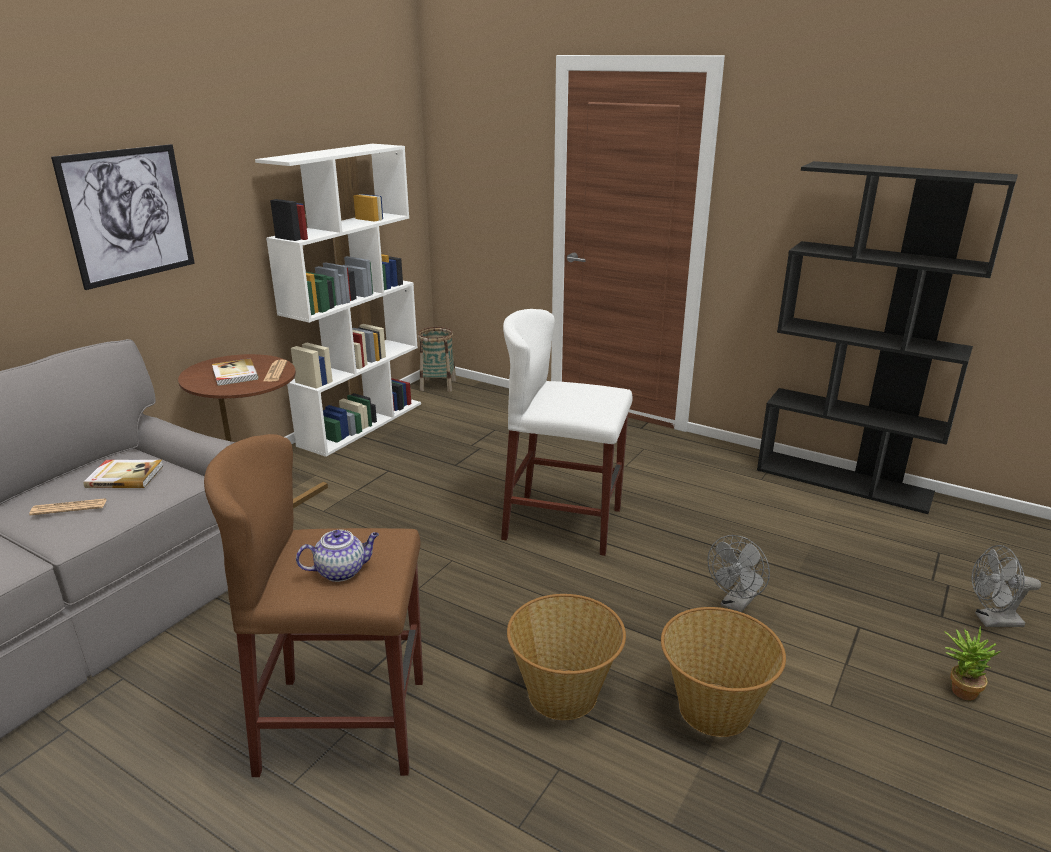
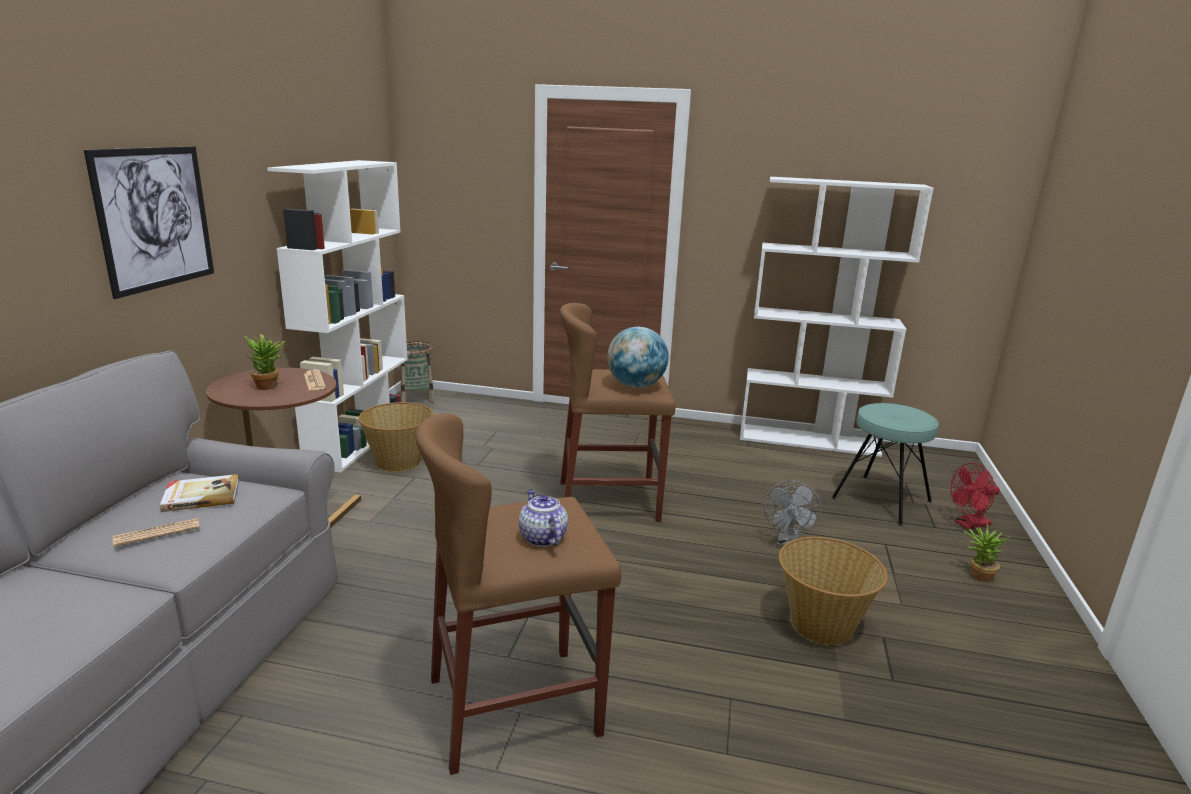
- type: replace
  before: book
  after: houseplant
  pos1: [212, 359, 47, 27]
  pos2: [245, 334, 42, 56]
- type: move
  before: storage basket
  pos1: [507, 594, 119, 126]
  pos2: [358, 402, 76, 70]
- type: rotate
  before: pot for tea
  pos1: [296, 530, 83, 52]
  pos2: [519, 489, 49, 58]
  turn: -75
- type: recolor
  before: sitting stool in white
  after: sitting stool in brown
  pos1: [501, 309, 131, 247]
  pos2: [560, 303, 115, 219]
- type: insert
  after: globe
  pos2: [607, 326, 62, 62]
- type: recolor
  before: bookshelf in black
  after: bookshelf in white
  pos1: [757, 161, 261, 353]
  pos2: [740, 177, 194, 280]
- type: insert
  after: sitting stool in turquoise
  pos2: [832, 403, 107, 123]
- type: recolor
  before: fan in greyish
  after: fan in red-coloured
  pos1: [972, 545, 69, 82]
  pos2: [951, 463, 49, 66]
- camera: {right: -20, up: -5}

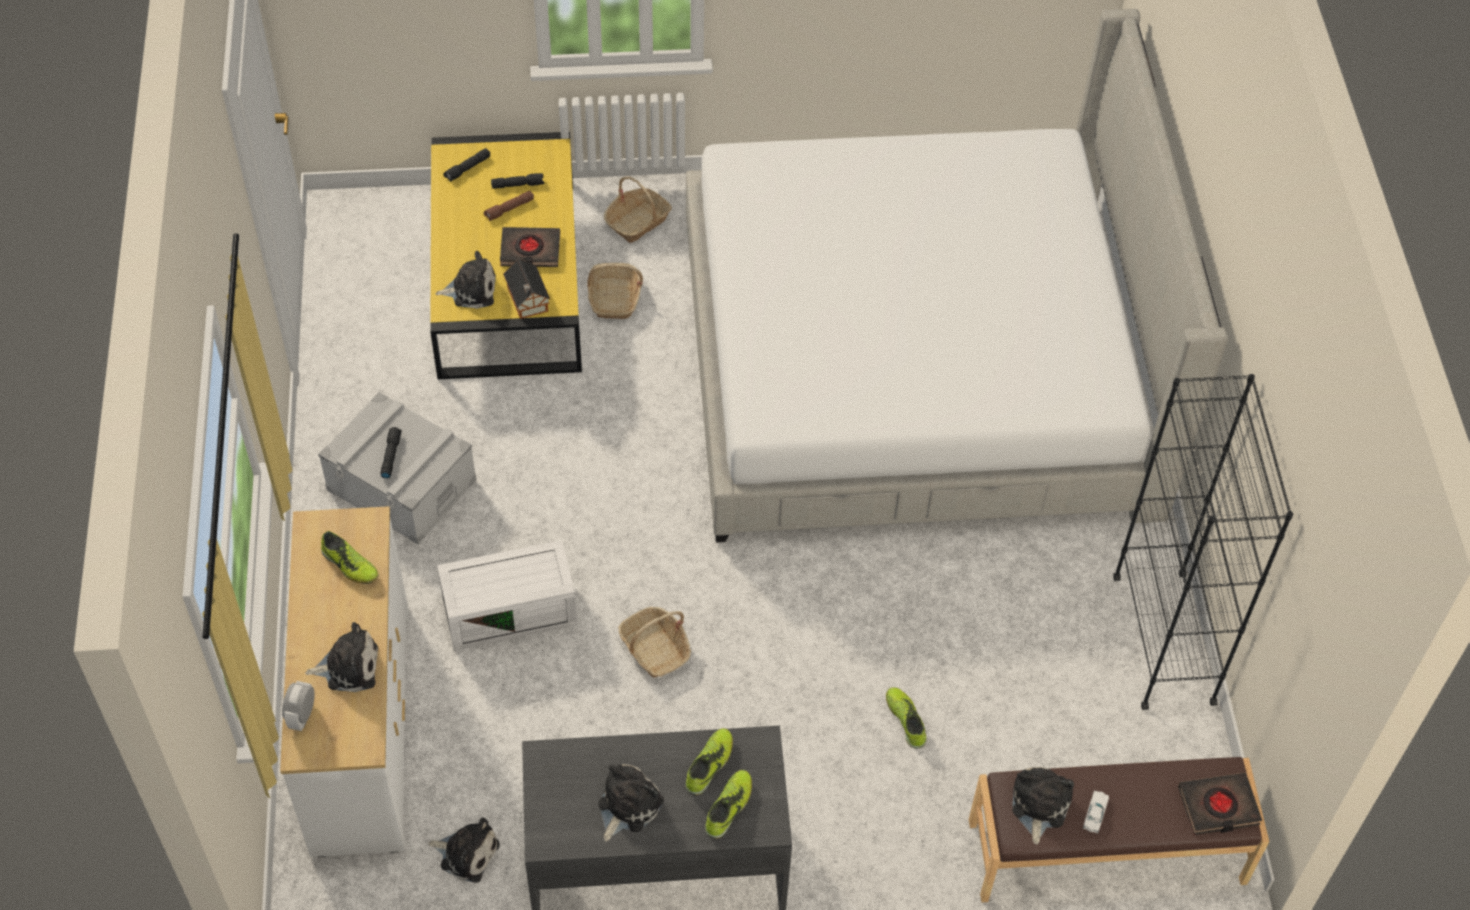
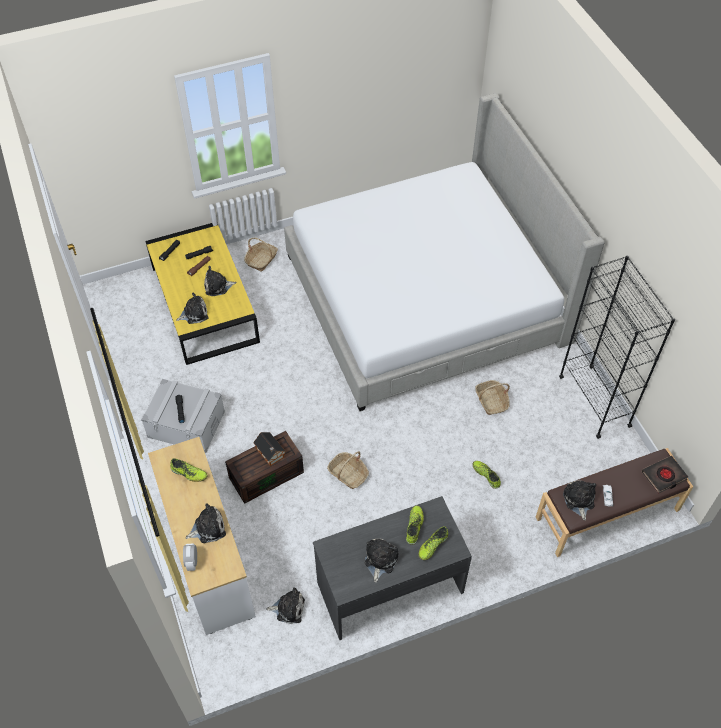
- type: replace
  before: book in black
  after: cuddly toy
  pos1: [500, 227, 60, 40]
  pos2: [204, 266, 32, 30]
- type: recolor
  before: storage container in white
  after: storage container in brown
  pos1: [437, 540, 140, 111]
  pos2: [225, 431, 79, 73]
- type: move
  before: miniature house
  pos1: [503, 259, 47, 60]
  pos2: [253, 432, 32, 34]
- type: rotate
  before: shoe
  pos1: [705, 770, 47, 69]
  pos2: [418, 526, 30, 34]
  turn: -150
- type: move
  before: storage basket
  pos1: [587, 263, 56, 56]
  pos2: [475, 380, 35, 35]
- camera: {right: -15, up: 0}

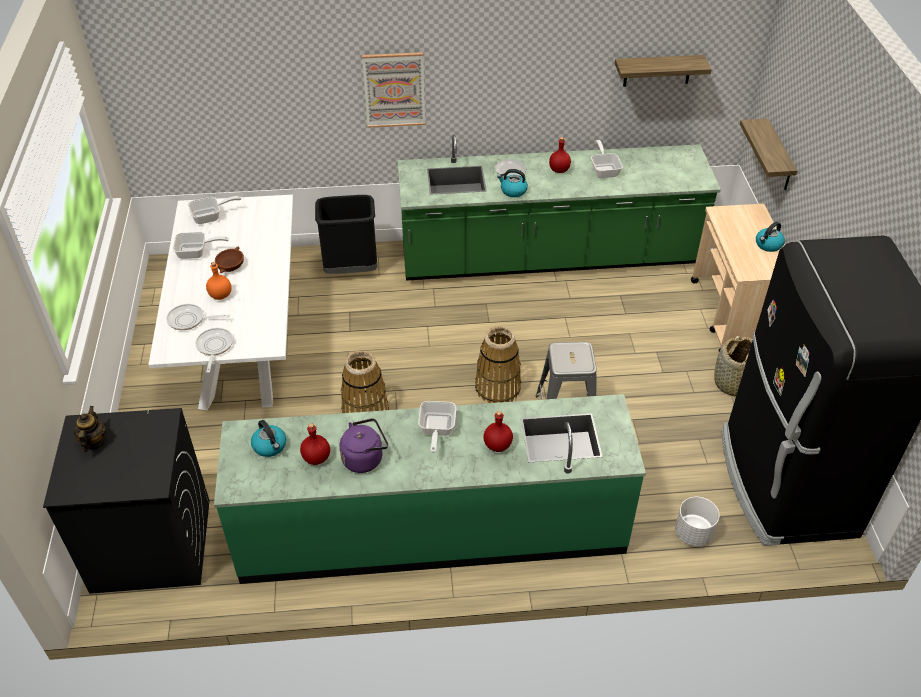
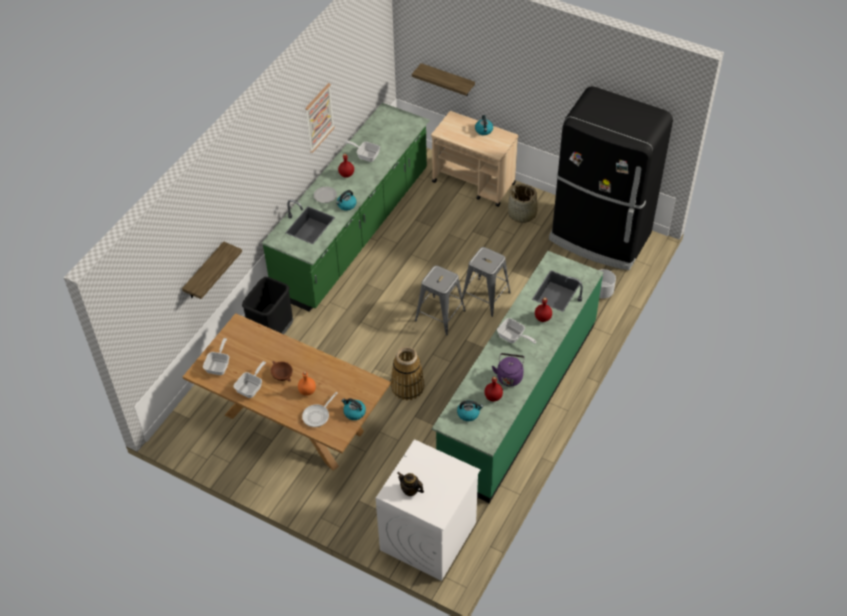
- type: move
  before: shelf
  pos1: [615, 55, 97, 32]
  pos2: [182, 241, 60, 58]
- type: recolor
  before: kitchen table in white
  after: kitchen table in brown
  pos1: [148, 195, 145, 216]
  pos2: [183, 313, 208, 158]
- type: move
  before: wall art
  pos1: [362, 52, 63, 76]
  pos2: [305, 83, 30, 70]
- type: replace
  before: skillet
  after: tea kettle
  pos1: [195, 328, 38, 45]
  pos2: [342, 398, 24, 22]
- type: recolor
  before: laundry machine in black
  after: laundry machine in white
  pos1: [43, 408, 167, 186]
  pos2: [376, 439, 105, 142]
- type: replace
  before: storage basket
  after: sitting stool in greyish
  pos1: [475, 326, 46, 77]
  pos2: [415, 265, 51, 71]
- camera: {right: -55, up: 5}

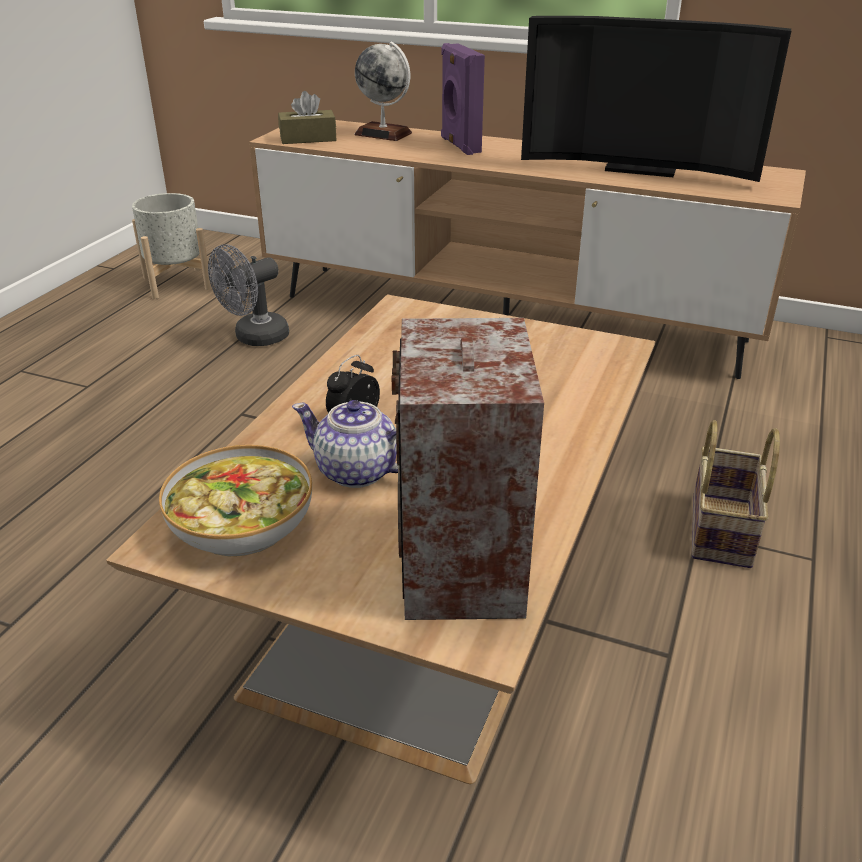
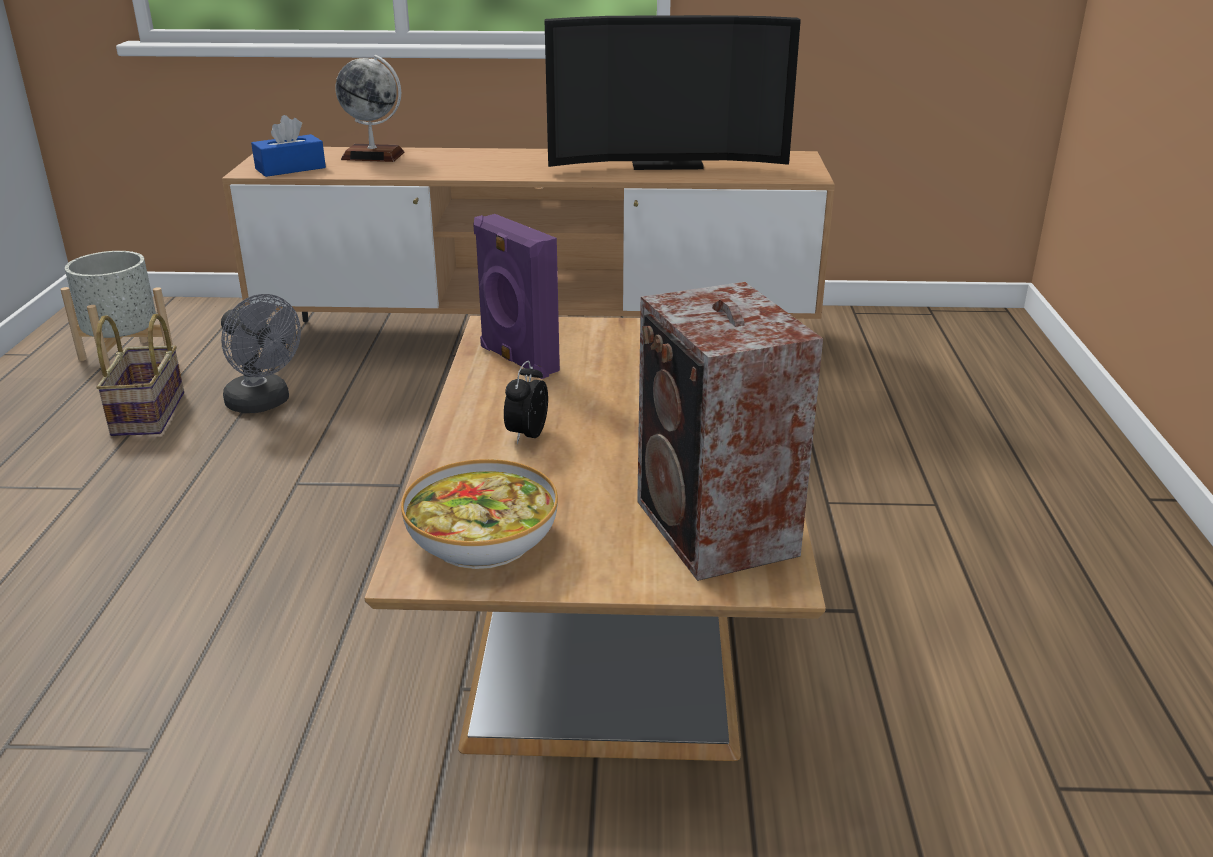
- type: move
  before: storage basket
  pos1: [692, 420, 88, 148]
  pos2: [96, 314, 88, 122]
- type: rotate
  before: fan in greyish
  pos1: [208, 244, 81, 102]
  pos2: [221, 294, 80, 119]
  turn: -75
- type: recolor
  before: tissue box in brown
  after: tissue box in bluish
  pos1: [278, 91, 59, 53]
  pos2: [251, 115, 75, 62]
- type: move
  before: loudspeaker in purplish
  pos1: [441, 43, 44, 112]
  pos2: [473, 214, 87, 165]
- type: delete
  before: pot for tea
  pos1: [292, 400, 106, 88]
- camera: {right: -20, up: -5}

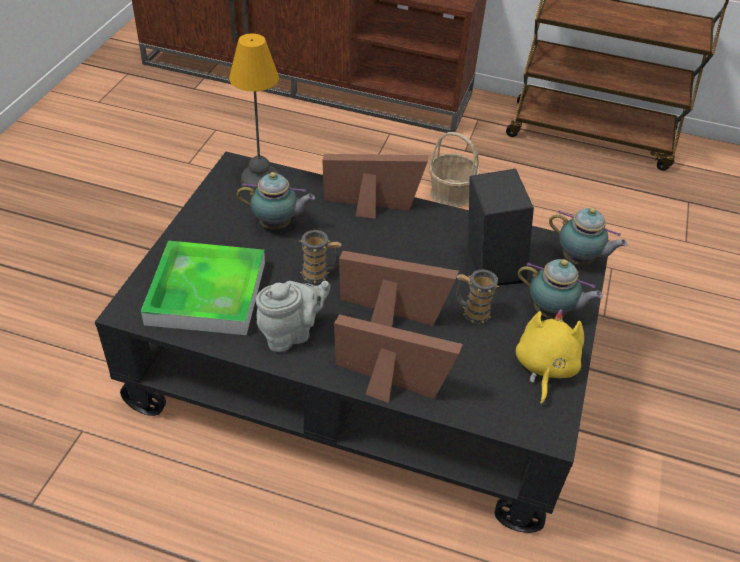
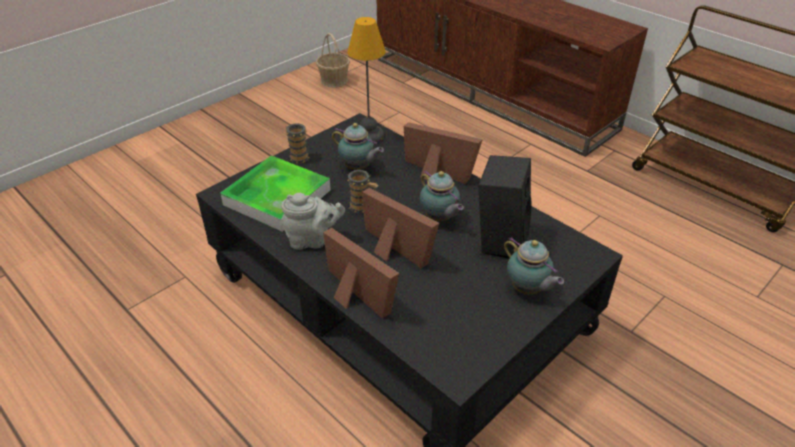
- type: move
  before: mug
  pos1: [456, 269, 43, 55]
  pos2: [285, 123, 24, 41]
- type: move
  before: storage basket
  pos1: [429, 132, 50, 75]
  pos2: [316, 33, 34, 54]
- type: move
  before: pot for tea
  pos1: [549, 208, 79, 57]
  pos2: [420, 170, 44, 51]
- type: delete
  before: cuddly toy in yellowish
  pos1: [516, 309, 68, 96]
- camera: {right: 30, up: -5}

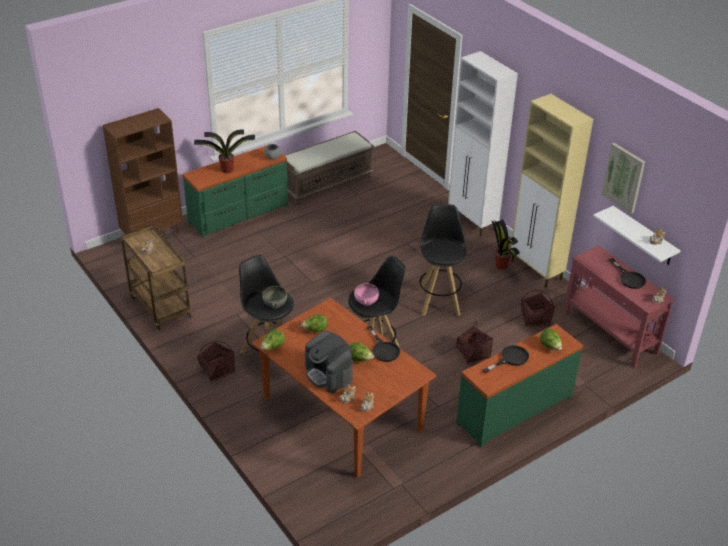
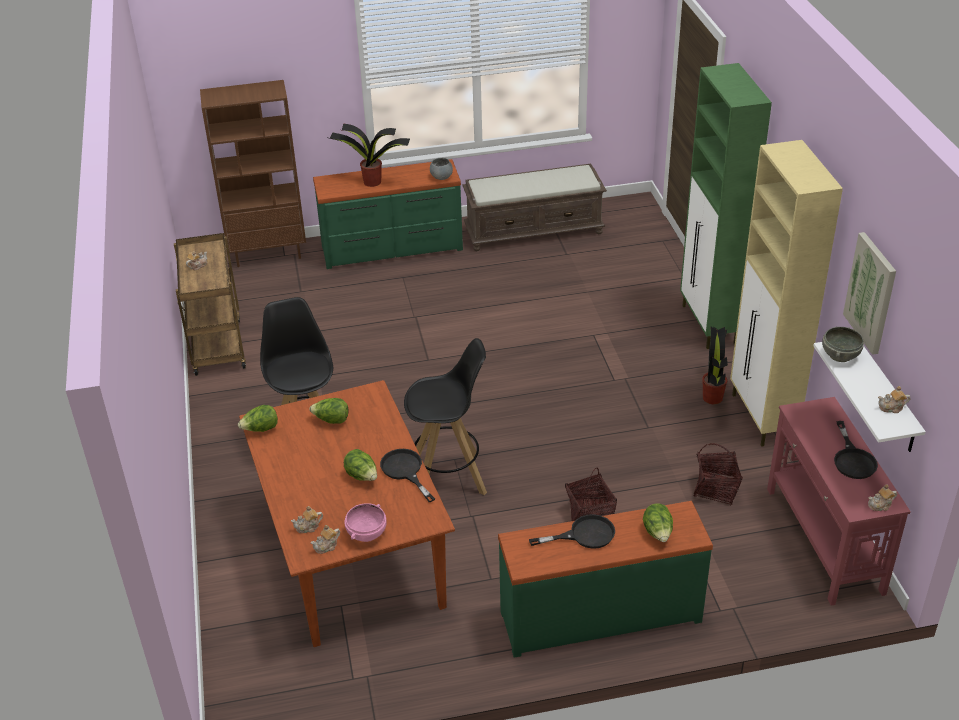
- type: move
  before: serving bowl in pink
  pos1: [354, 283, 25, 23]
  pos2: [344, 503, 43, 39]
- type: rotate
  before: skillet in black
  pos1: [367, 326, 33, 36]
  pos2: [380, 449, 55, 53]
  turn: 150
- type: recolor
  before: storage cabinet in white
  after: storage cabinet in green-coloured
  pos1: [448, 51, 70, 186]
  pos2: [680, 63, 92, 286]
- type: move
  before: serving bowl in greyish
  pos1: [262, 286, 25, 22]
  pos2: [822, 327, 42, 35]
- type: delete
  before: storage basket
  pos1: [197, 341, 38, 41]
- type: delete
  before: coffee maker
  pos1: [305, 331, 48, 62]
- type: delete
  before: sitting stool in black
  pos1: [418, 205, 48, 112]
- camera: {right: 25, up: 0}

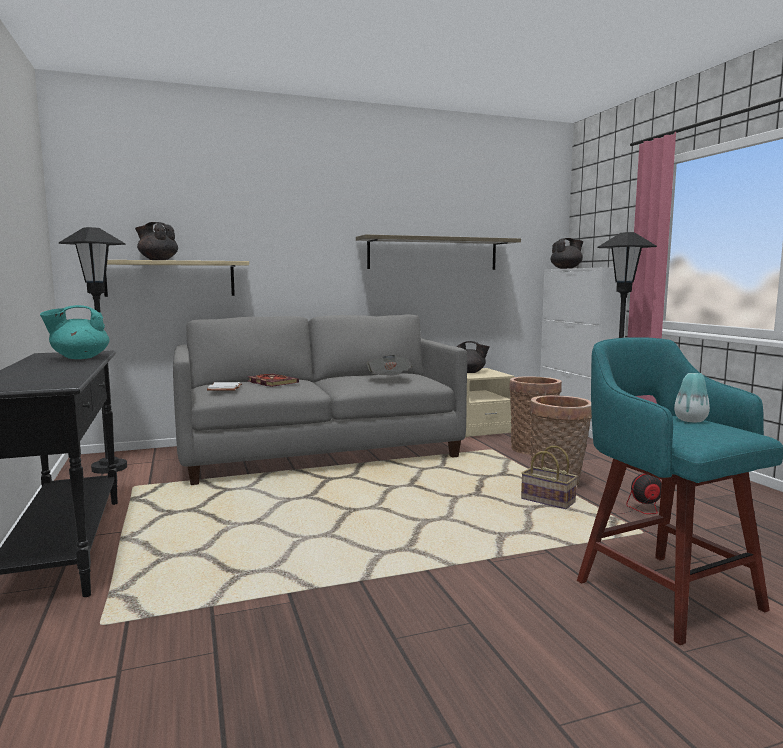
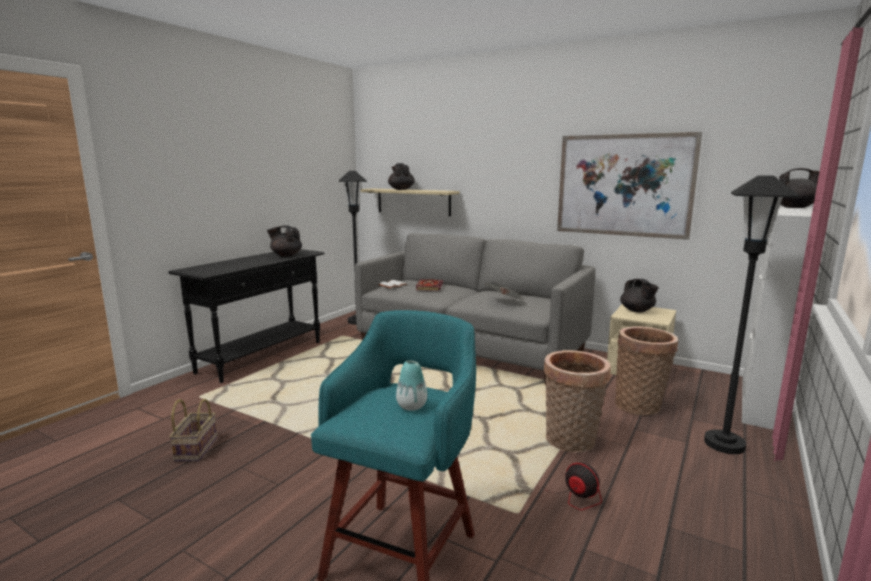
- type: move
  before: storage basket
  pos1: [521, 446, 57, 63]
  pos2: [169, 399, 48, 63]
- type: recolor
  before: pot for tea in turquoise
  after: pot for tea in black
  pos1: [40, 305, 69, 54]
  pos2: [267, 225, 35, 32]
- type: replace
  before: shelf
  after: wall art
  pos1: [356, 234, 165, 36]
  pos2: [557, 132, 145, 108]
- camera: {right: 50, up: 5}

